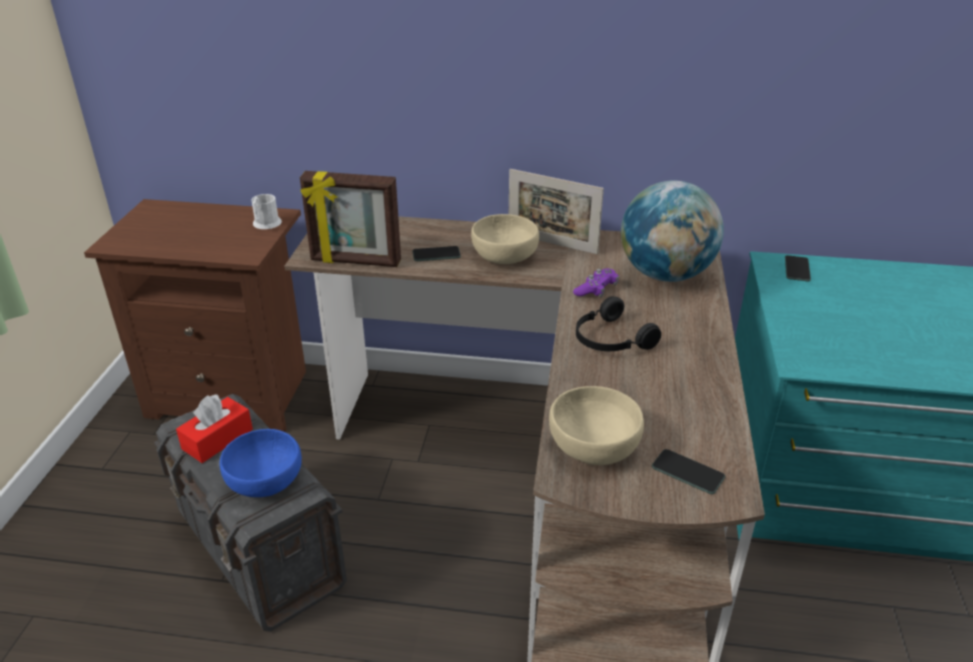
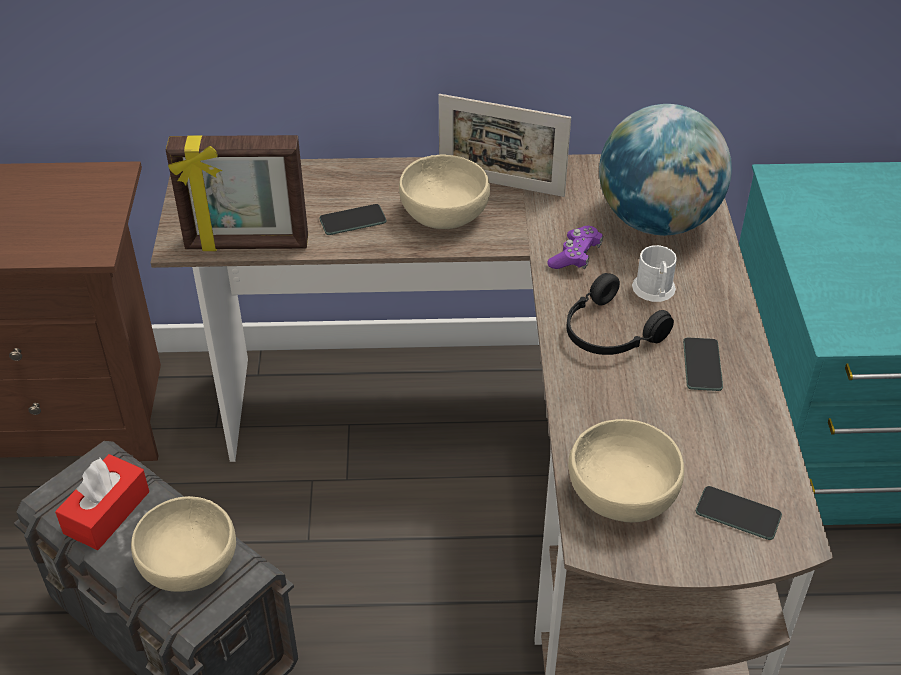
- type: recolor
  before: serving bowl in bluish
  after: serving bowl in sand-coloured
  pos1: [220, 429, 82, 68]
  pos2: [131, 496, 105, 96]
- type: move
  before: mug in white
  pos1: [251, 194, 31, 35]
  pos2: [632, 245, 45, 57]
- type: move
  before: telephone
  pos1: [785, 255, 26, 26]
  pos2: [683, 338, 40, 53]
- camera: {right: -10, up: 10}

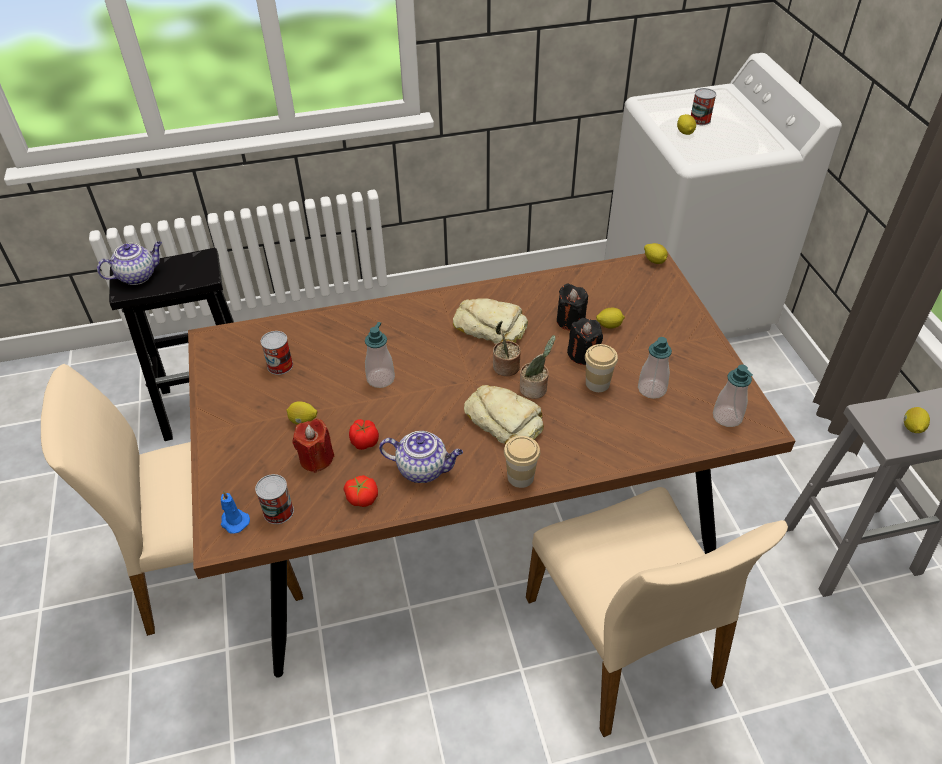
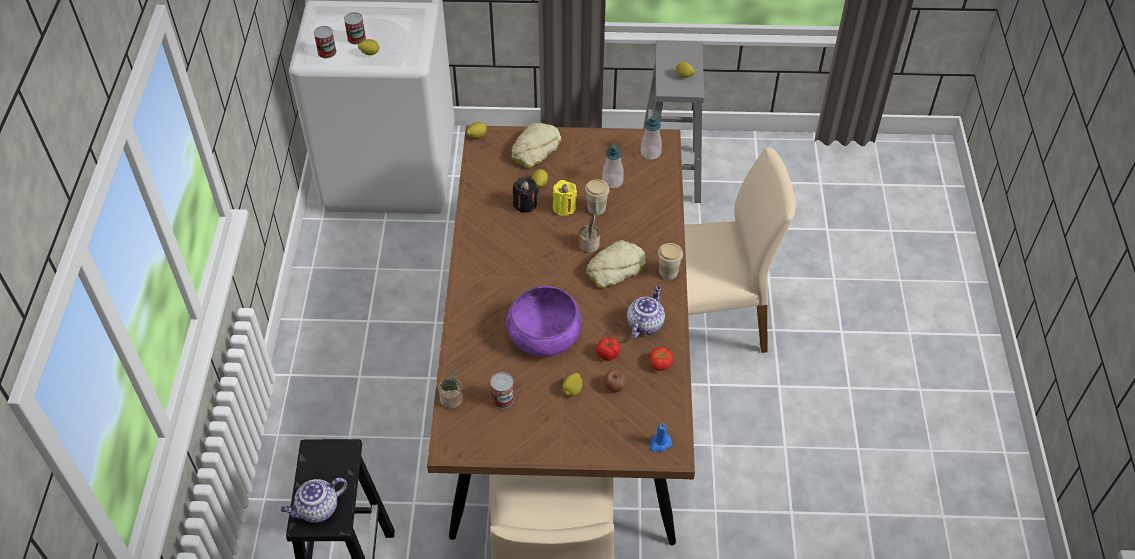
- type: rotate
  before: pot for tea
  pos1: [97, 241, 65, 44]
  pos2: [281, 478, 66, 45]
  turn: -105
- type: move
  before: sealed can
  pos1: [255, 474, 39, 50]
  pos2: [314, 26, 22, 32]
- type: move
  before: houseplant
  pos1: [493, 321, 28, 55]
  pos2: [438, 369, 25, 40]
- type: replace
  before: soap bottle
  after: serving bowl in purplish
  pos1: [365, 322, 30, 66]
  pos2: [506, 286, 76, 70]
- type: move
  before: bread
  pos1: [453, 298, 75, 46]
  pos2: [511, 122, 50, 46]
- type: recolor
  before: candle in black
  after: candle in yellowish
  pos1: [567, 318, 36, 47]
  pos2: [553, 180, 24, 36]
- type: replace
  before: candle in red-coloured
  after: whole apple
  pos1: [293, 419, 41, 54]
  pos2: [604, 370, 23, 22]
- camera: {right: -75, up: 5}

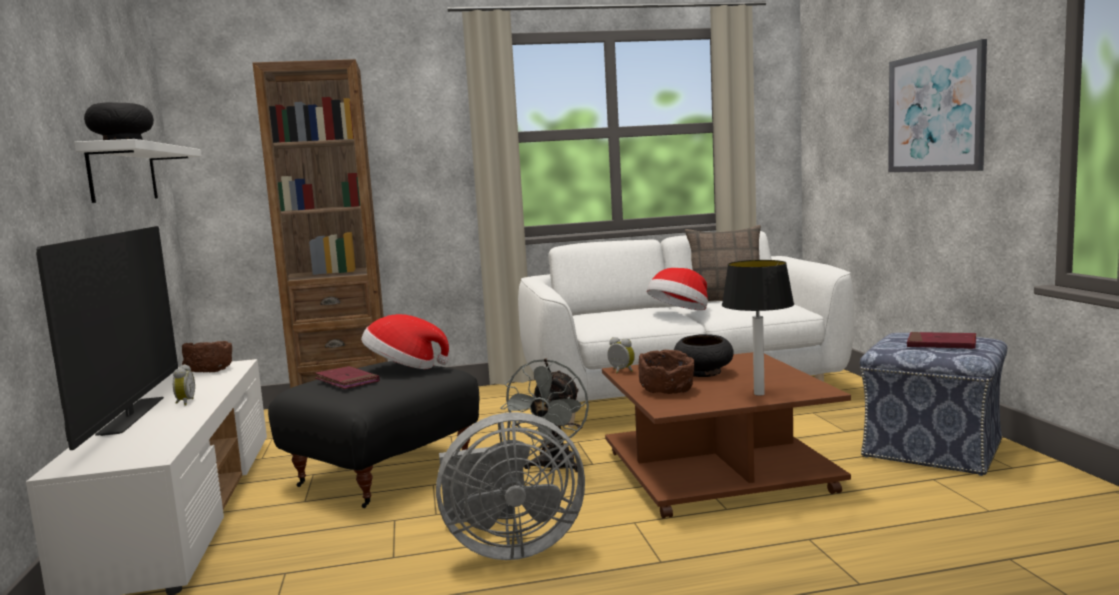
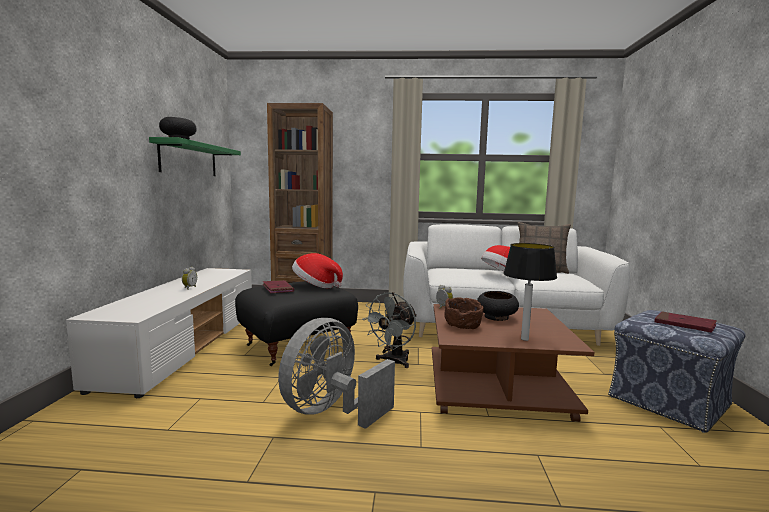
- type: recolor
  before: shelf in white
  after: shelf in green-coloured
  pos1: [74, 139, 128, 64]
  pos2: [149, 137, 92, 39]
- type: rotate
  before: fan in greyish
  pos1: [436, 412, 149, 148]
  pos2: [278, 318, 117, 111]
  turn: 120
- type: delete
  before: TV
  pos1: [36, 226, 142, 224]
- type: delete
  before: serving bowl in brown
  pos1: [182, 341, 50, 31]
- type: delete
  before: wall art
  pos1: [888, 39, 99, 134]
- camera: {right: 15, up: 0}

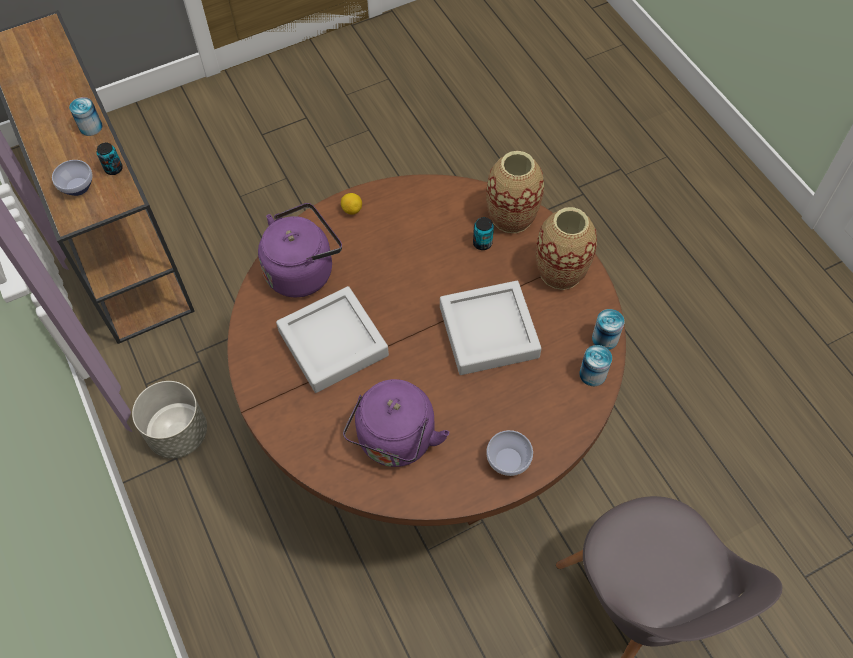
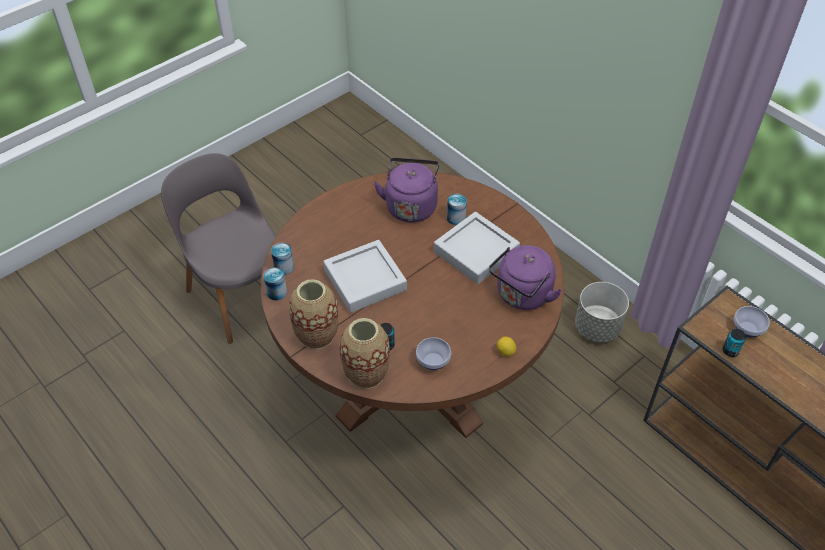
- type: move
  before: serving bowl
  pos1: [486, 430, 47, 46]
  pos2: [416, 337, 35, 33]
- type: move
  before: sealed can
  pos1: [69, 97, 34, 39]
  pos2: [447, 194, 20, 31]
- camera: {right: 165, up: -10}

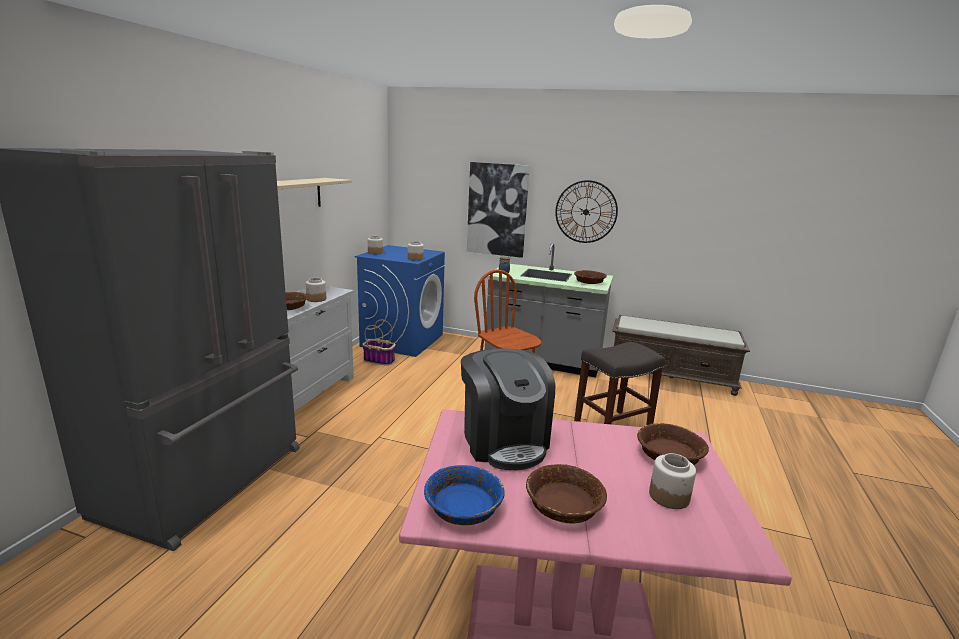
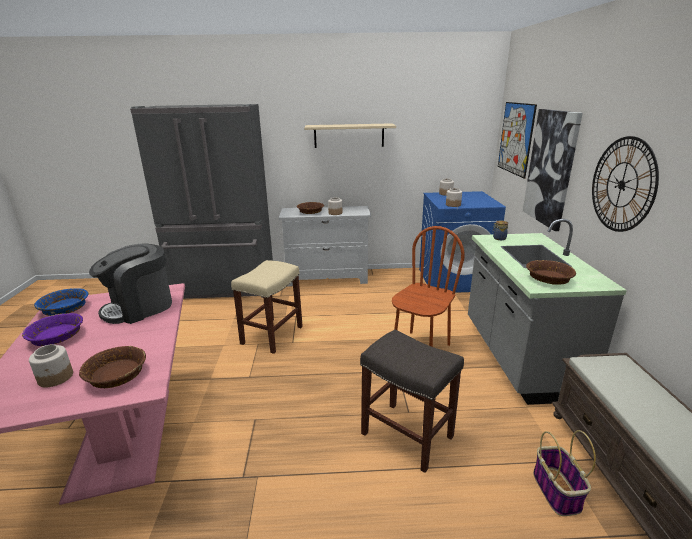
- type: recolor
  before: serving bowl in brown
  after: serving bowl in purplish
  pos1: [526, 464, 81, 60]
  pos2: [22, 313, 61, 33]
- type: insert
  after: sitting stool in sand-coloured
  pos2: [231, 260, 72, 94]
- type: insert
  after: wall art
  pos2: [498, 102, 39, 77]
- type: move
  before: storage basket
  pos1: [362, 320, 34, 46]
  pos2: [533, 430, 63, 86]
- camera: {right: 70, up: 5}

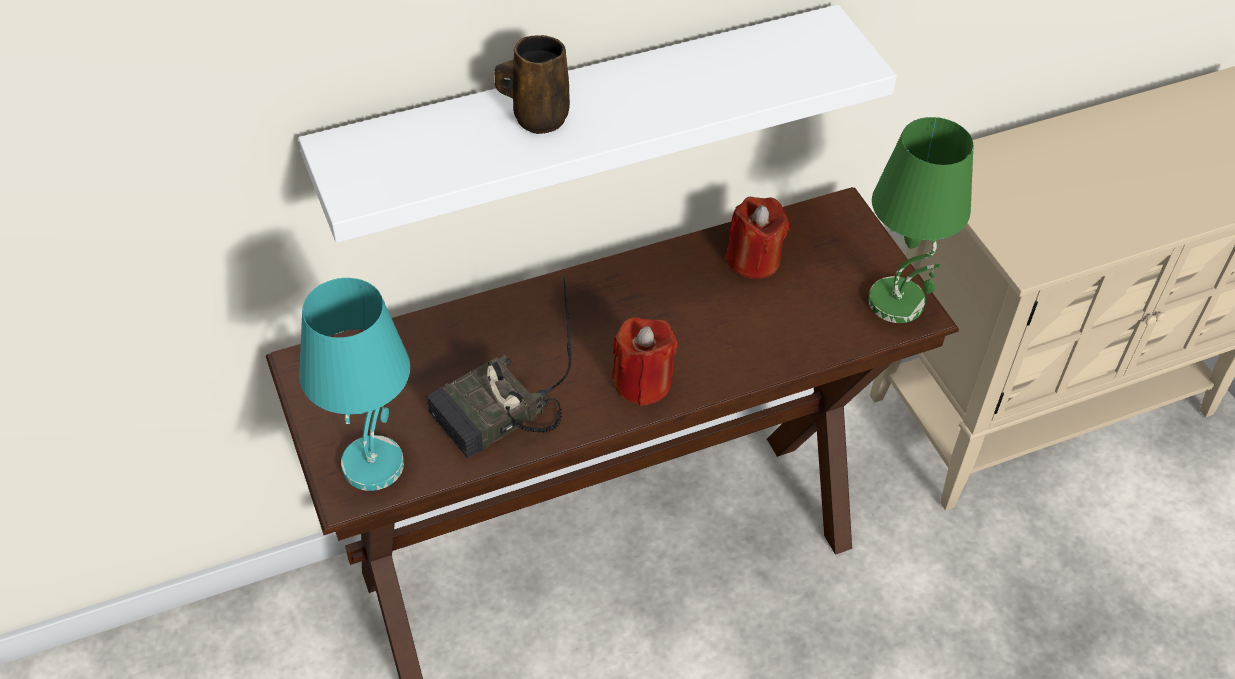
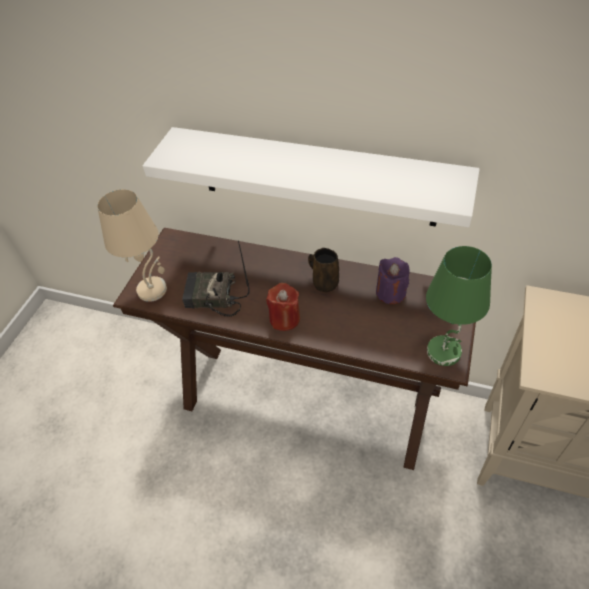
- type: recolor
  before: lamp for a table in turquoise
  after: lamp for a table in sand-coloured
  pos1: [299, 278, 111, 213]
  pos2: [97, 189, 70, 113]
- type: move
  before: mug in brown
  pos1: [494, 35, 76, 99]
  pos2: [308, 248, 31, 44]
- type: recolor
  before: candle in red-coloured
  after: candle in purplish
  pos1: [726, 197, 63, 82]
  pos2: [376, 257, 34, 47]
- camera: {right: 45, up: 0}

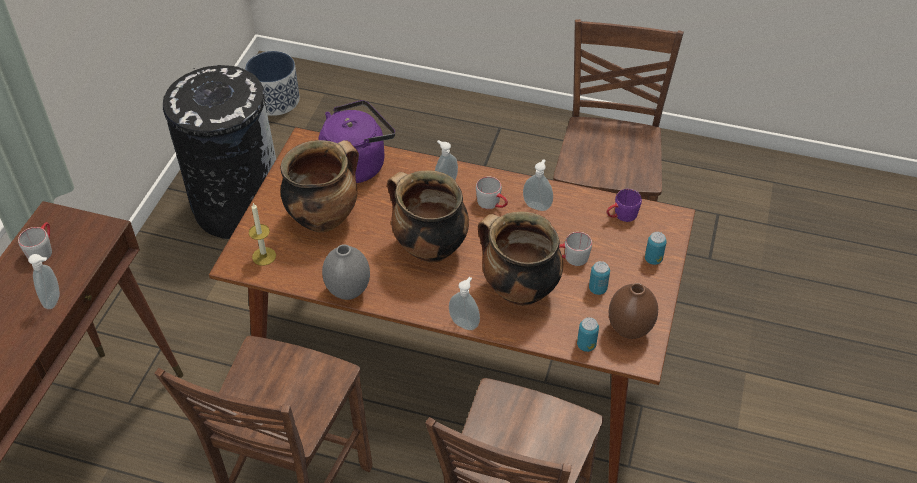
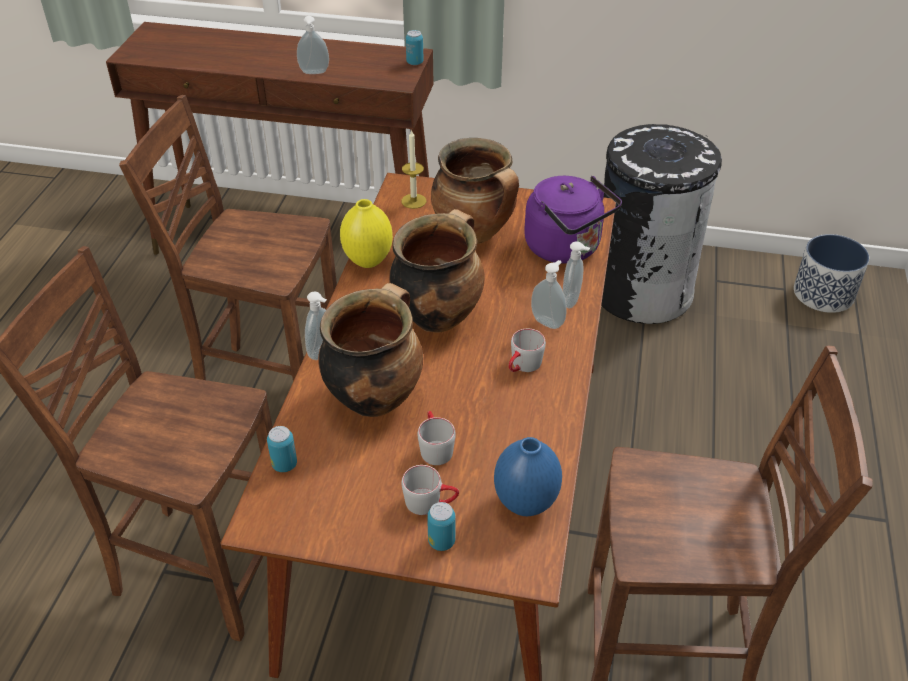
- type: recolor
  before: decorative vase in greyish
  after: decorative vase in yellowish
  pos1: [322, 244, 48, 56]
  pos2: [340, 199, 53, 69]
- type: move
  before: mug in greyish
  pos1: [18, 222, 34, 40]
  pos2: [402, 465, 57, 50]
- type: move
  before: sealed can
  pos1: [589, 261, 21, 34]
  pos2: [406, 30, 18, 35]
- type: replace
  before: mug in purplish
  after: decorative vase in bluish
  pos1: [607, 189, 35, 33]
  pos2: [494, 437, 68, 79]
- type: move
  before: soap bottle
  pos1: [523, 159, 30, 52]
  pos2: [563, 241, 27, 67]
- type: delete
  before: decorative vase in brown
  pos1: [608, 283, 50, 56]
- camera: {right: 85, up: -5}

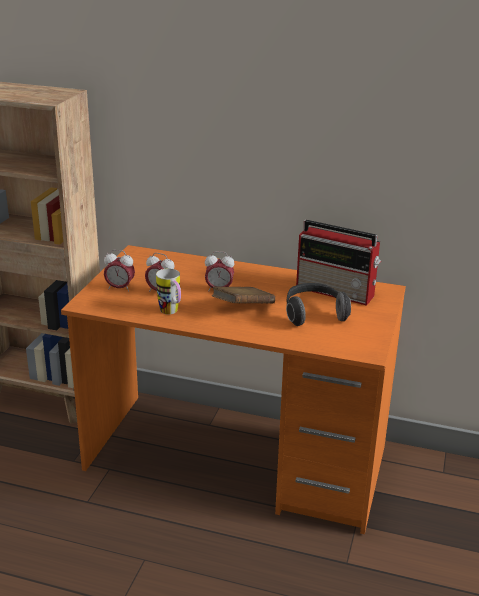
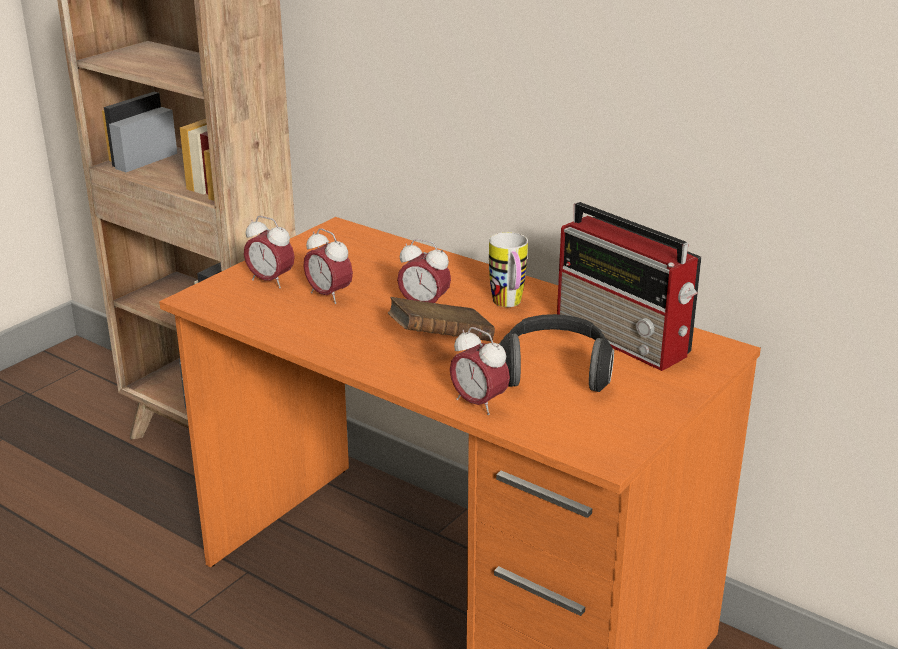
- type: insert
  after: bedside clock
  pos2: [450, 327, 60, 88]
- type: move
  before: mug
  pos1: [156, 268, 25, 46]
  pos2: [489, 232, 39, 75]
- camera: {right: 20, up: 0}

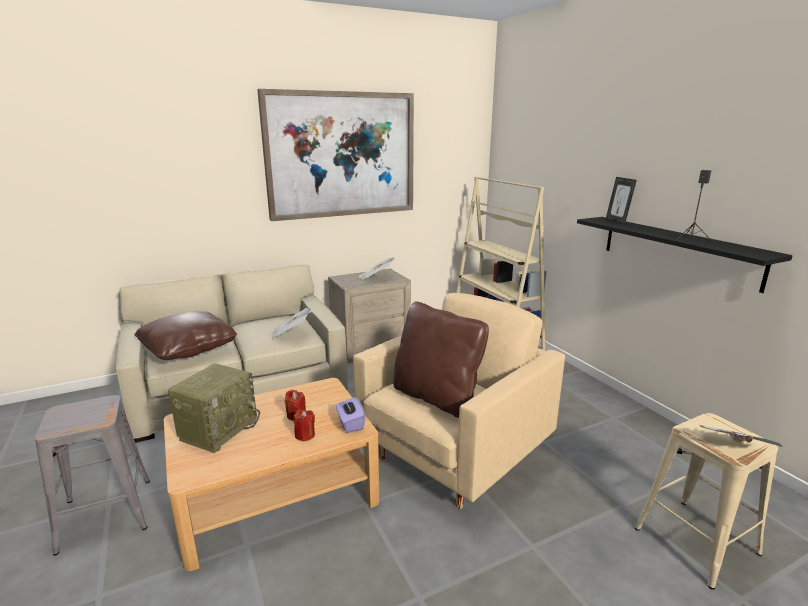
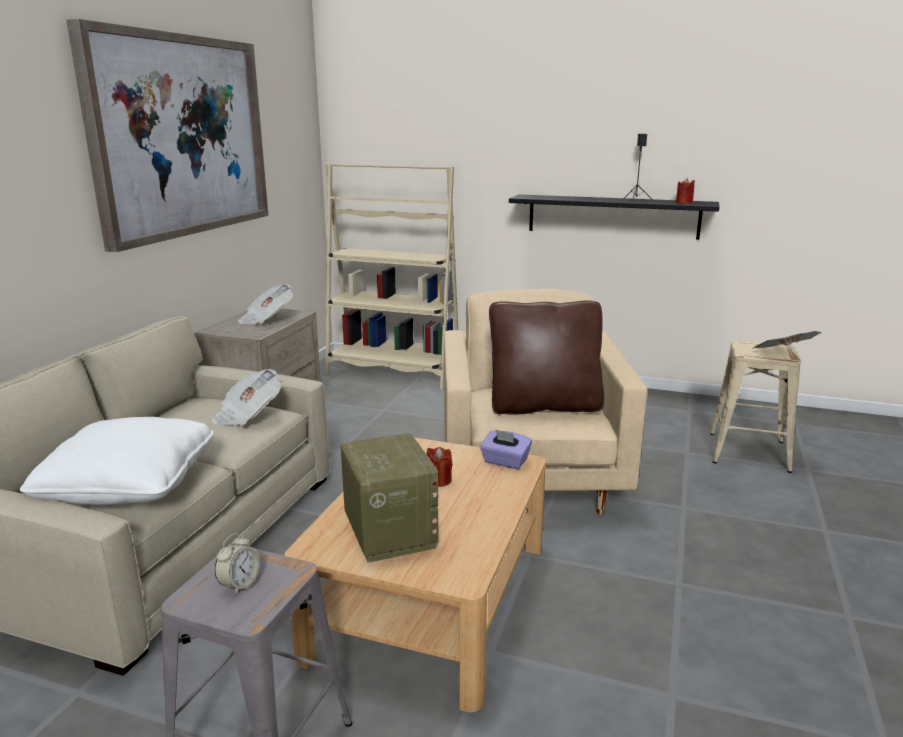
- type: recolor
  before: pillow in brown
  after: pillow in white
  pos1: [134, 311, 103, 49]
  pos2: [20, 417, 194, 88]
- type: insert
  after: bedside clock
  pos2: [215, 533, 45, 62]
- type: move
  before: candle in red-coloured
  pos1: [293, 410, 22, 31]
  pos2: [676, 178, 19, 25]
- type: delete
  before: photo frame
  pos1: [606, 177, 31, 48]
- camera: {right: -45, up: 0}

